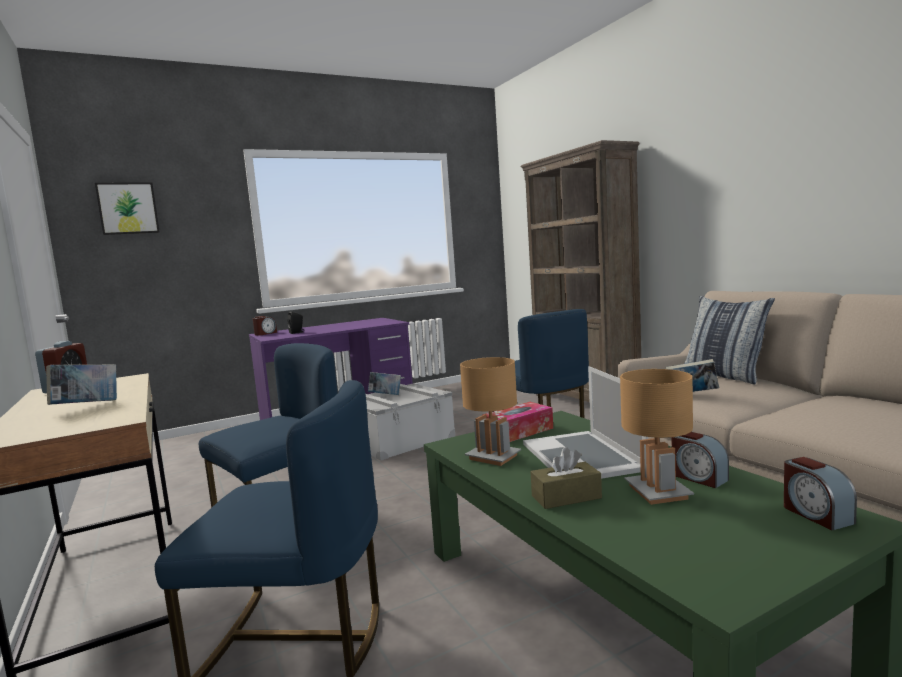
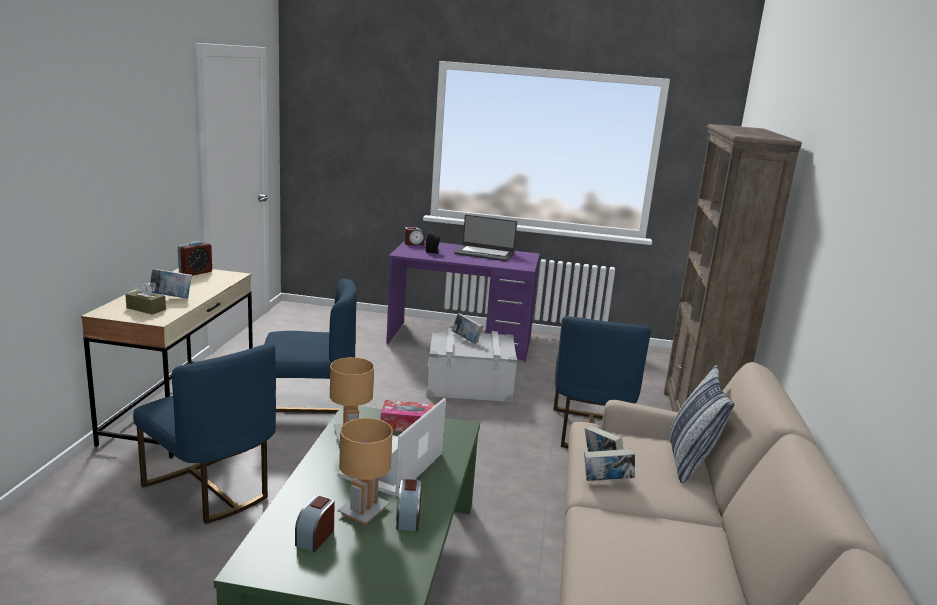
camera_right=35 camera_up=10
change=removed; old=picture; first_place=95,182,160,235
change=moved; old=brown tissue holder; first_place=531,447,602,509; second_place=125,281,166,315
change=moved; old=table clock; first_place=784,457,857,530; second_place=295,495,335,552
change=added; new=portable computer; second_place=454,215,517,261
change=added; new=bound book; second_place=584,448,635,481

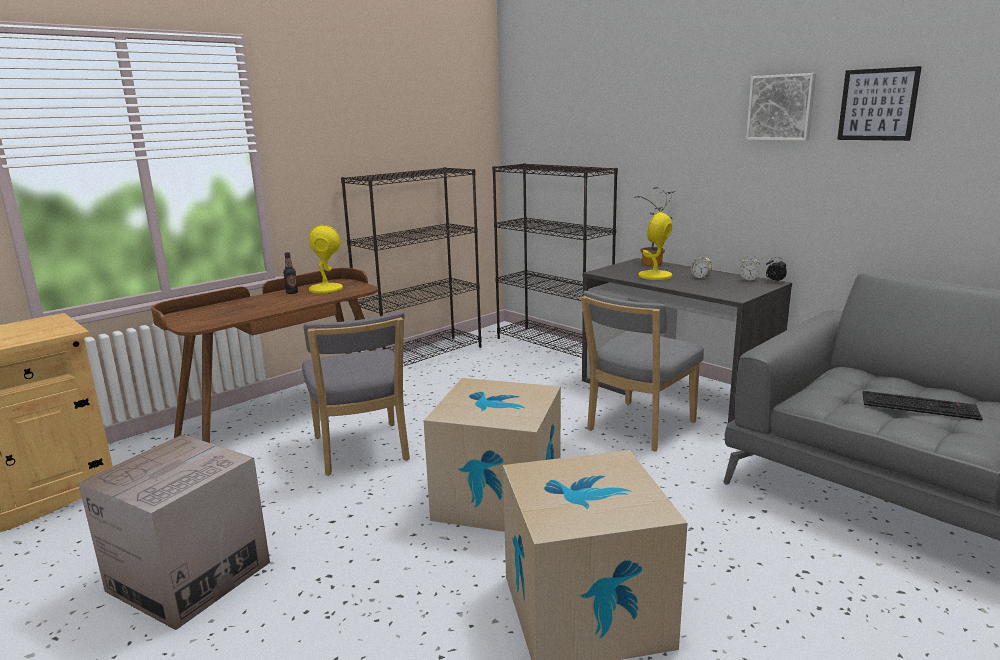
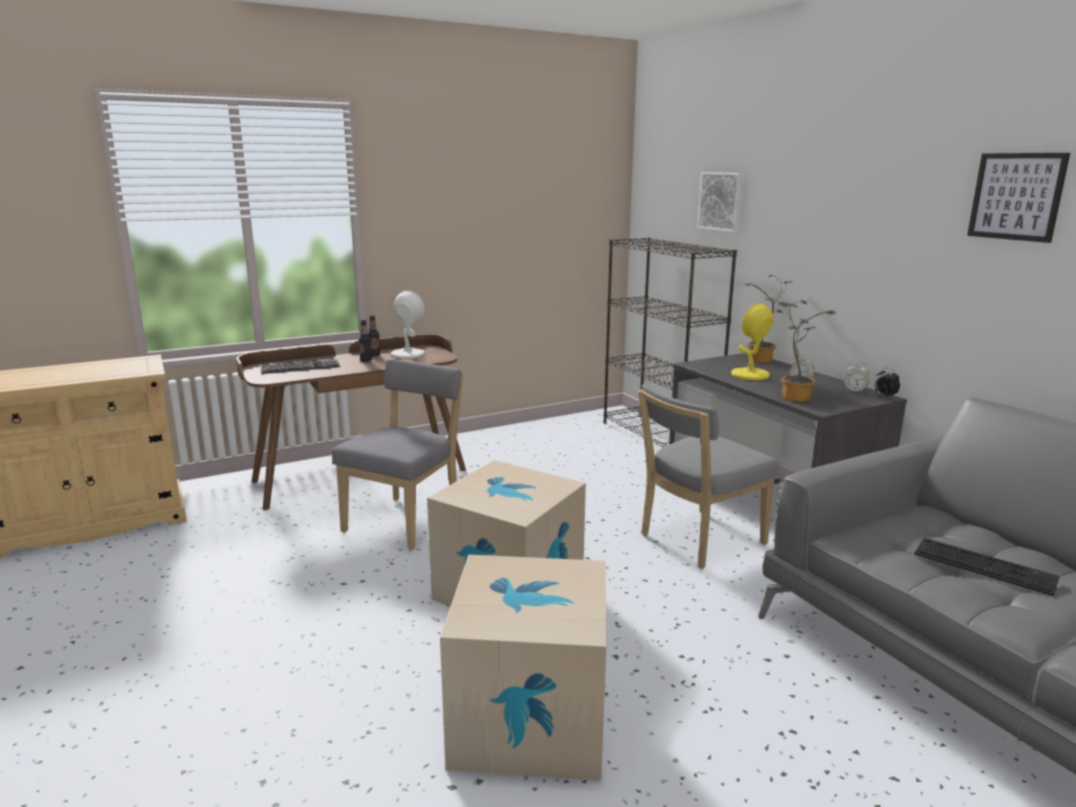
camera_right=15 camera_up=0
change=moved; old=picture; first_place=746,73,816,141; second_place=697,172,745,233
change=removed; old=black bookshelf; first_place=341,167,482,366
change=recoloured; old=yellow lamp for a table; new=white lamp for a table; first_place=309,225,343,294; second_place=391,290,424,359
change=turned; old=grey chair; first_place=302,312,410,475; second_place=332,359,463,550; degrees=-150
change=removed; old=packing box; first_place=78,434,270,630
change=added; new=potted plant; second_place=778,300,836,402
change=added; new=beverage bottle; second_place=359,319,372,362
change=added; new=computer keyboard; second_place=261,359,340,374

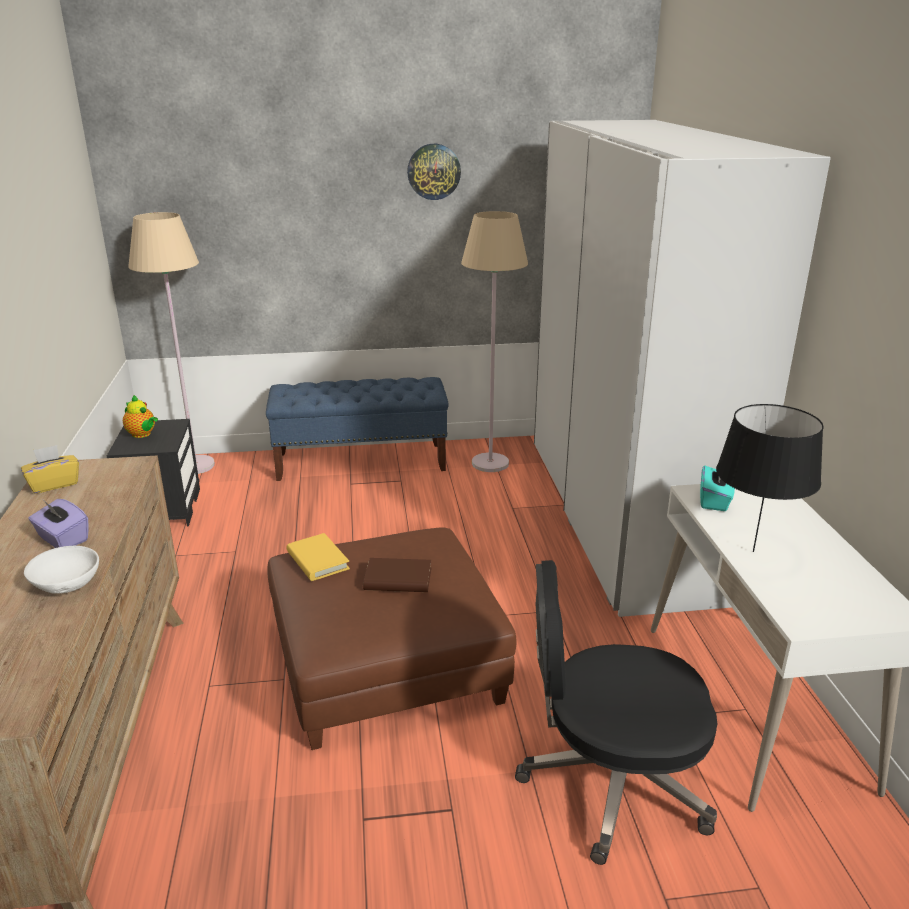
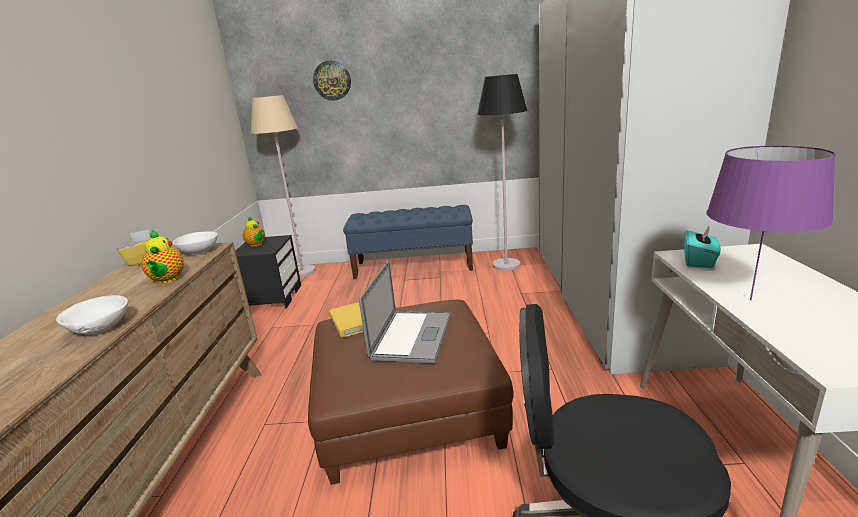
camera_right=10 camera_up=-5
change=moved; old=wall clock; first_place=407,144,461,200; second_place=313,61,351,101
change=recoloured; old=sand-coloured standard lamp; new=black standard lamp; first_place=461,211,528,472; second_place=478,74,527,271
change=recoloured; old=black lamp for a table; new=purple-coloured lamp for a table; first_place=716,404,824,552; second_place=706,146,836,300
change=removed; old=purple-coloured tissue holder; first_place=28,499,89,548
change=replaced; old=brown bound book; new=portable computer; first_place=363,558,431,592; second_place=359,260,451,363
change=added; new=pot for tea; second_place=141,230,184,284
change=added; new=white bowl; second_place=173,232,218,254

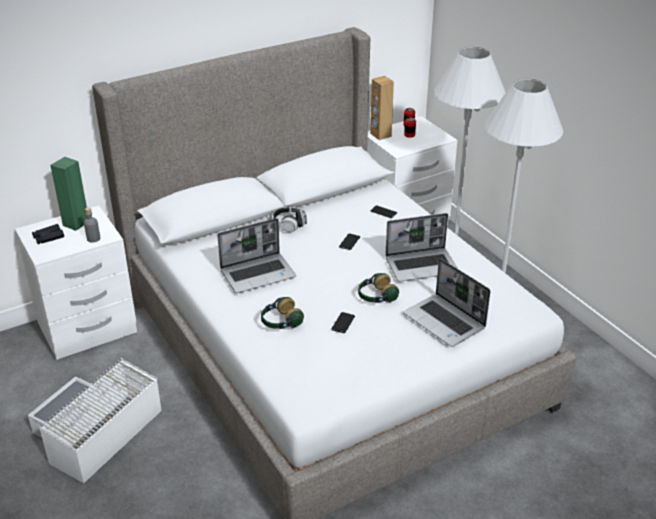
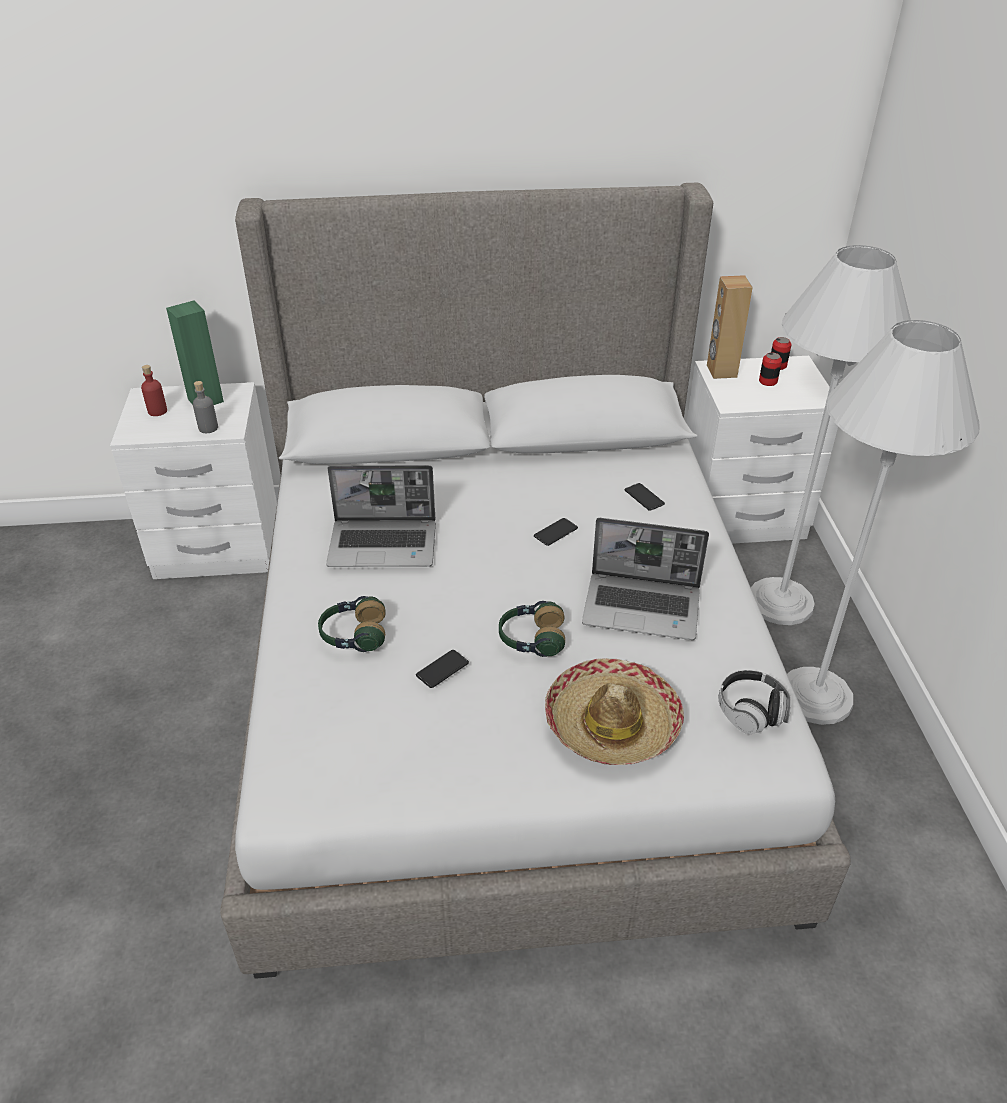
camera_right=25 camera_up=5
change=moved; old=headphones; first_place=272,207,307,232; second_place=718,670,791,734
change=replaced; old=black binoculars; new=reddish beverage bottle; first_place=32,224,64,244; second_place=141,365,167,416
change=replaced; old=portable computer; new=hat; first_place=403,258,491,347; second_place=545,658,684,765
change=removed; old=white storage container; first_place=28,358,162,483

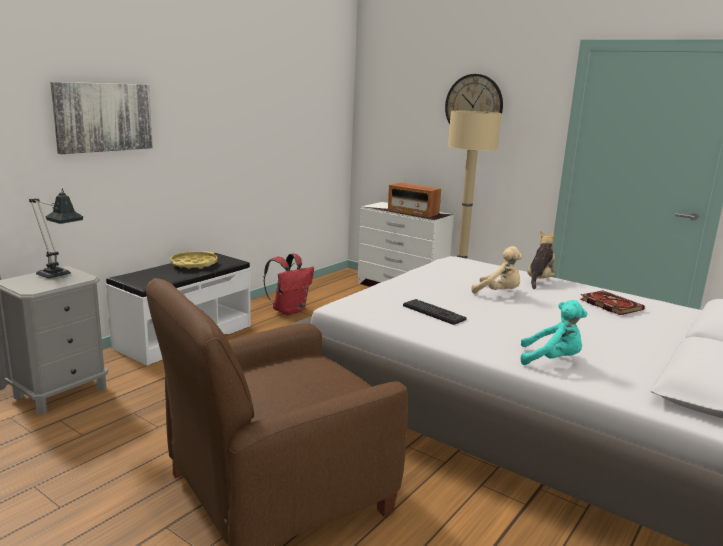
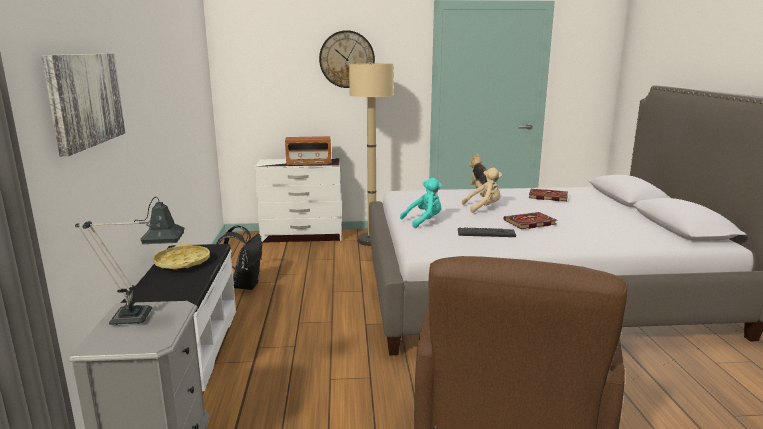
camera_right=-40 camera_up=0
change=recoloured; old=reddish rucksack; new=black rucksack; first_place=264,253,314,315; second_place=216,226,262,290
change=moved; old=turquoise-coloured plush toy; first_place=521,300,588,365; second_place=400,178,442,228
change=added; new=bound book; second_place=504,212,557,229

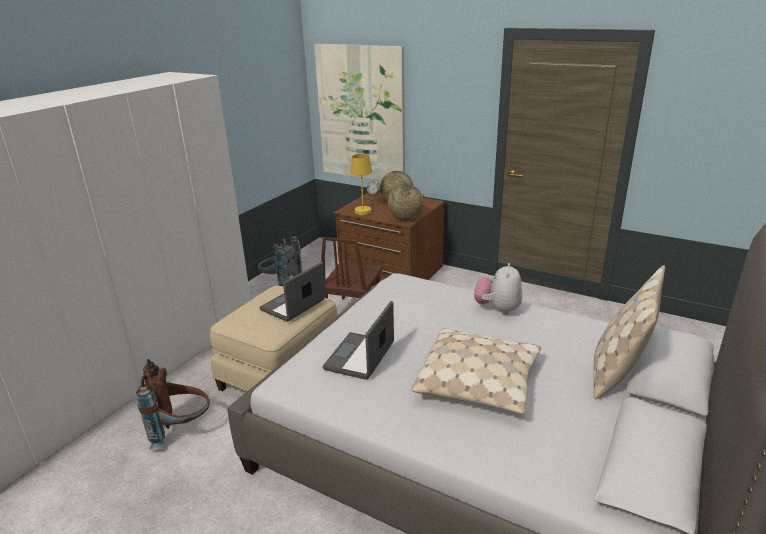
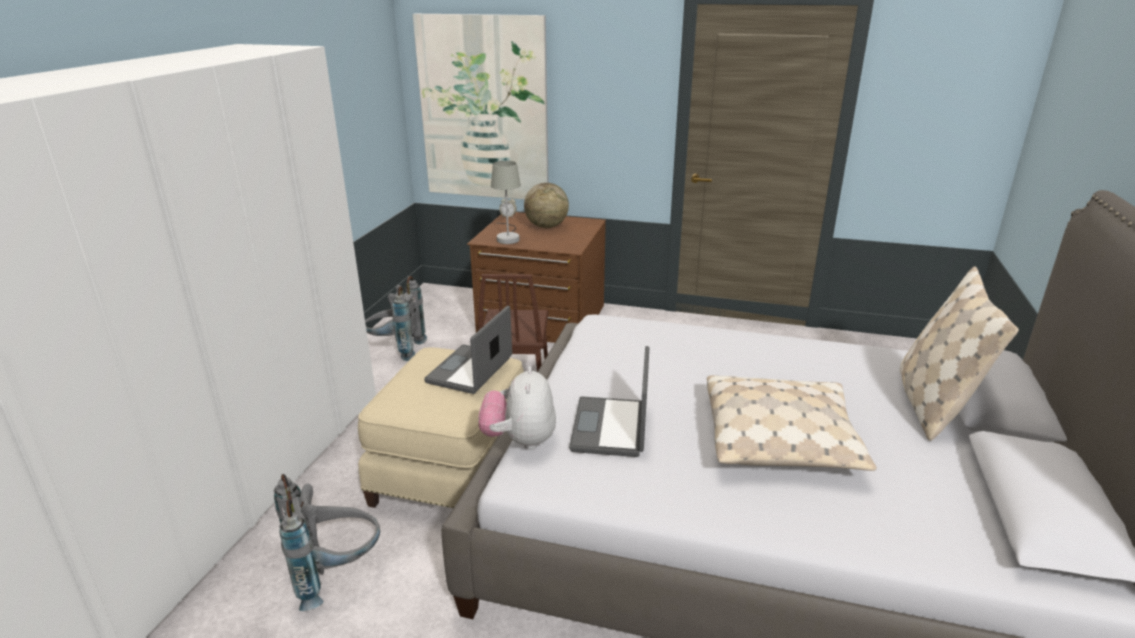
camera_right=-15 camera_up=0
change=recoloured; old=yellow lamp for a table; new=grey lamp for a table; first_place=350,154,374,215; second_place=491,161,521,244
change=removed; old=world globe; first_place=388,184,424,221
change=moved; old=plush toy; first_place=474,263,522,315; second_place=478,366,556,450
change=recoloured; old=brown rucksack; new=grey rucksack; first_place=136,359,210,450; second_place=273,474,380,611

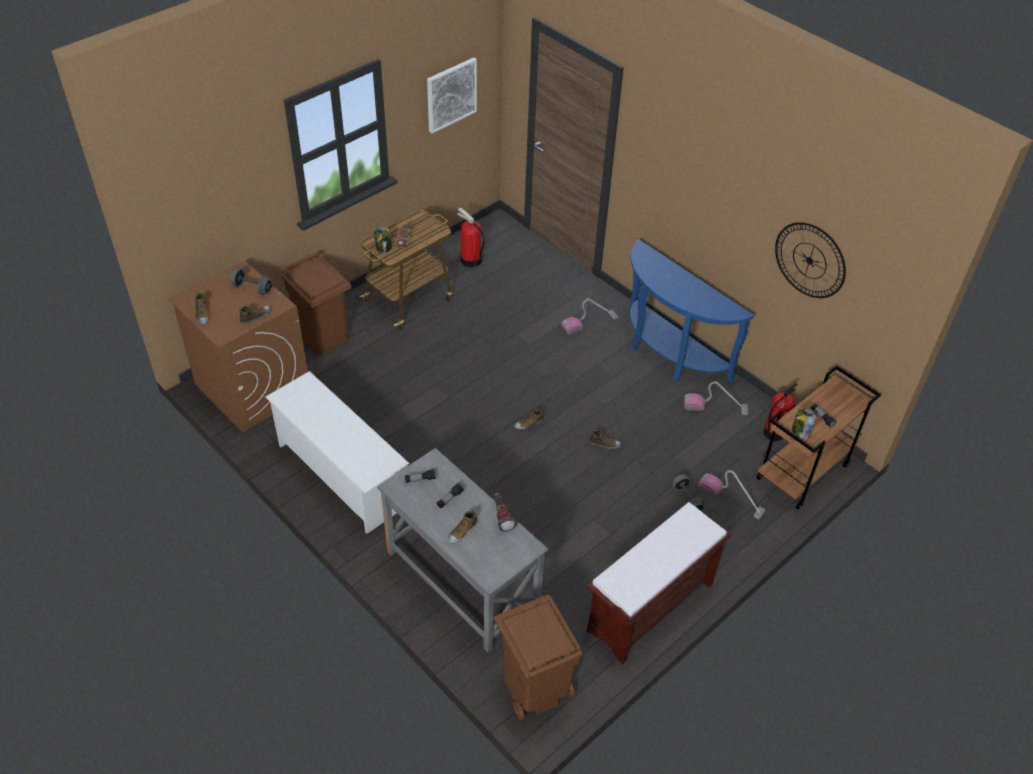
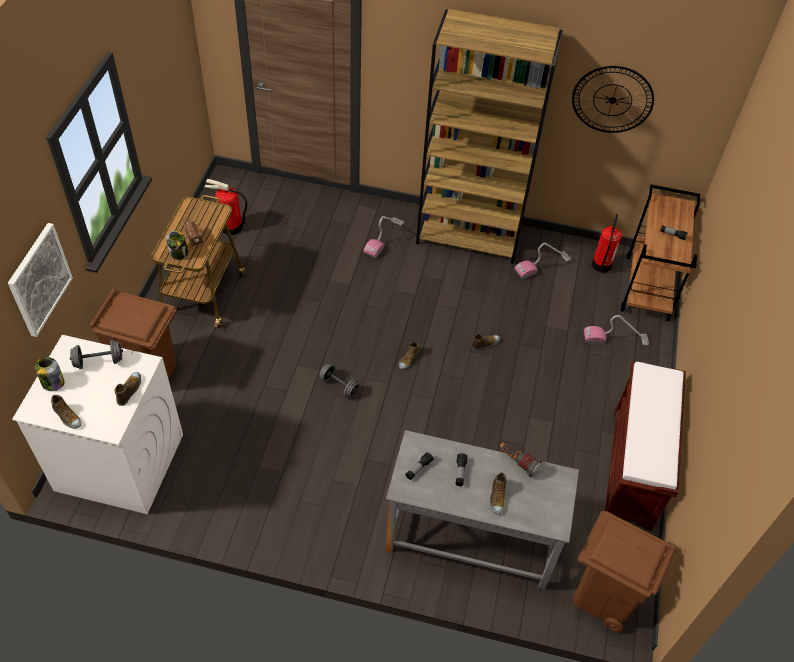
camera_right=-35 camera_up=5
change=moved; old=picture; first_place=427,57,477,133; second_place=8,223,73,337
change=replaced; old=bluish narrow table; new=brown bookshelf; first_place=628,239,754,384; second_place=416,9,563,264
change=recoloured; old=brown laundry machine; new=white laundry machine; first_place=168,261,308,433; second_place=12,335,183,514
change=removed; old=white shoe rack; first_place=266,371,410,534
change=moved; old=preserve jar; first_place=792,408,816,439; second_place=35,357,64,391
change=moved; old=grey dumbbell; first_place=673,474,704,511; second_place=319,364,359,397

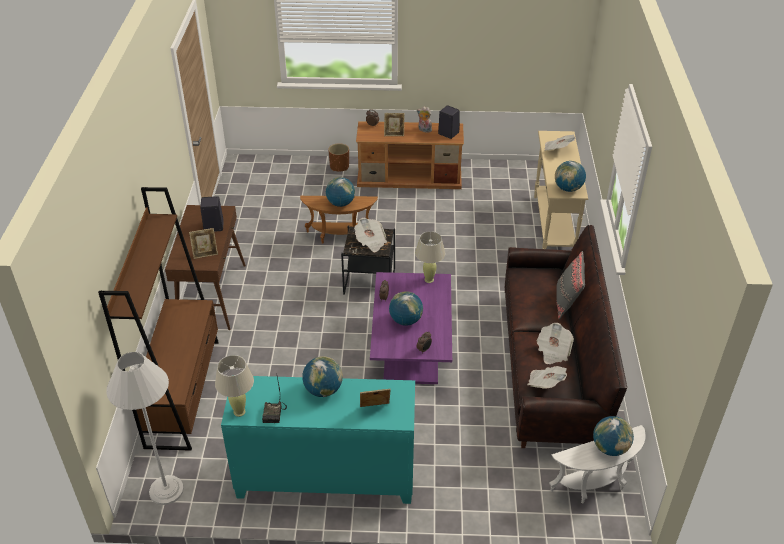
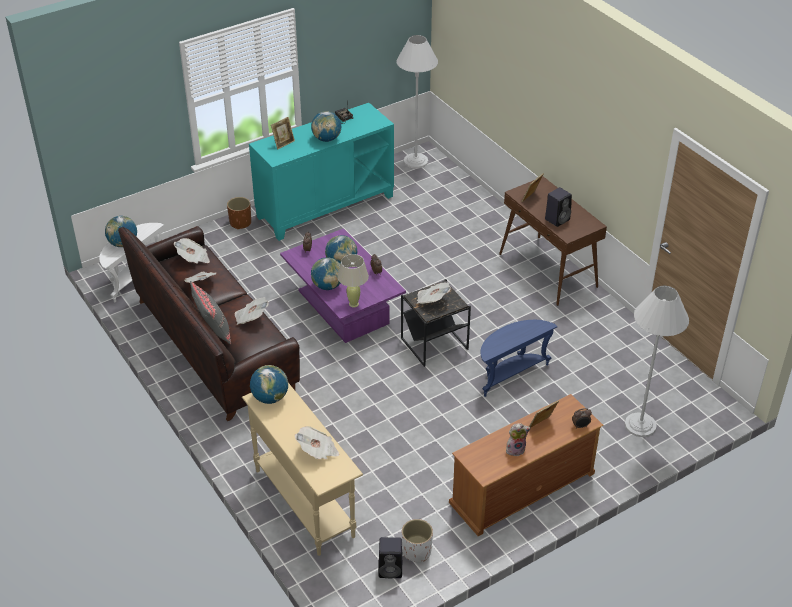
camera_right=145 camera_up=0
change=moved; old=black speaker; first_place=438,105,460,139; second_place=378,537,402,578
change=moved; old=brown planter; first_place=328,143,349,172; second_place=227,197,251,230
change=moved; old=world globe; first_place=326,177,355,207; second_place=311,257,340,290
change=removed; old=brown bookshelf; first_place=98,187,219,451
change=recoloured; old=brown end table; new=bluish end table; first_place=300,196,378,244; second_place=481,320,558,397
change=removed; old=sand-coloured lamp for a table; first_place=215,355,254,417
change=added; new=white standard lamp; second_place=624,286,689,437
change=added; new=daily paper; second_place=235,297,268,325
change=added; new=white planter; second_place=402,519,433,562

